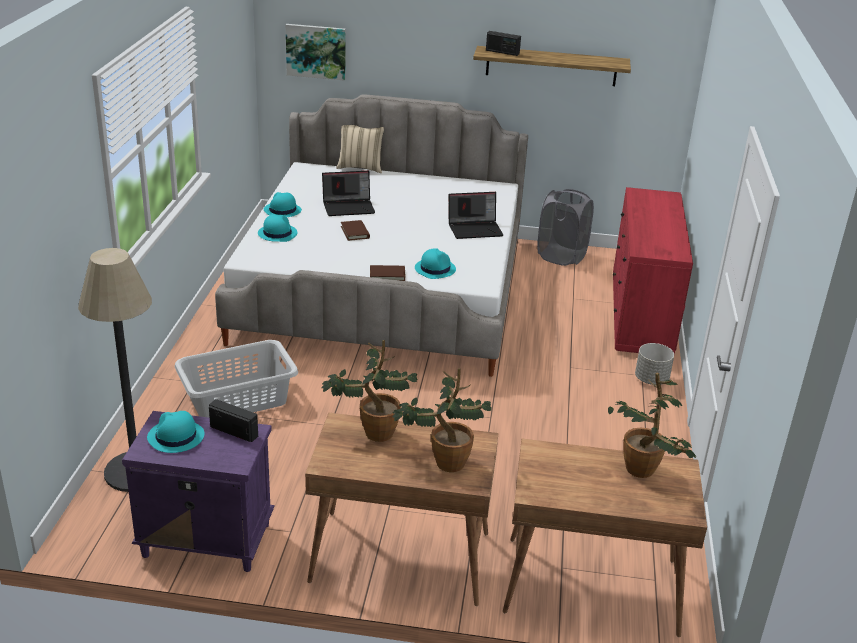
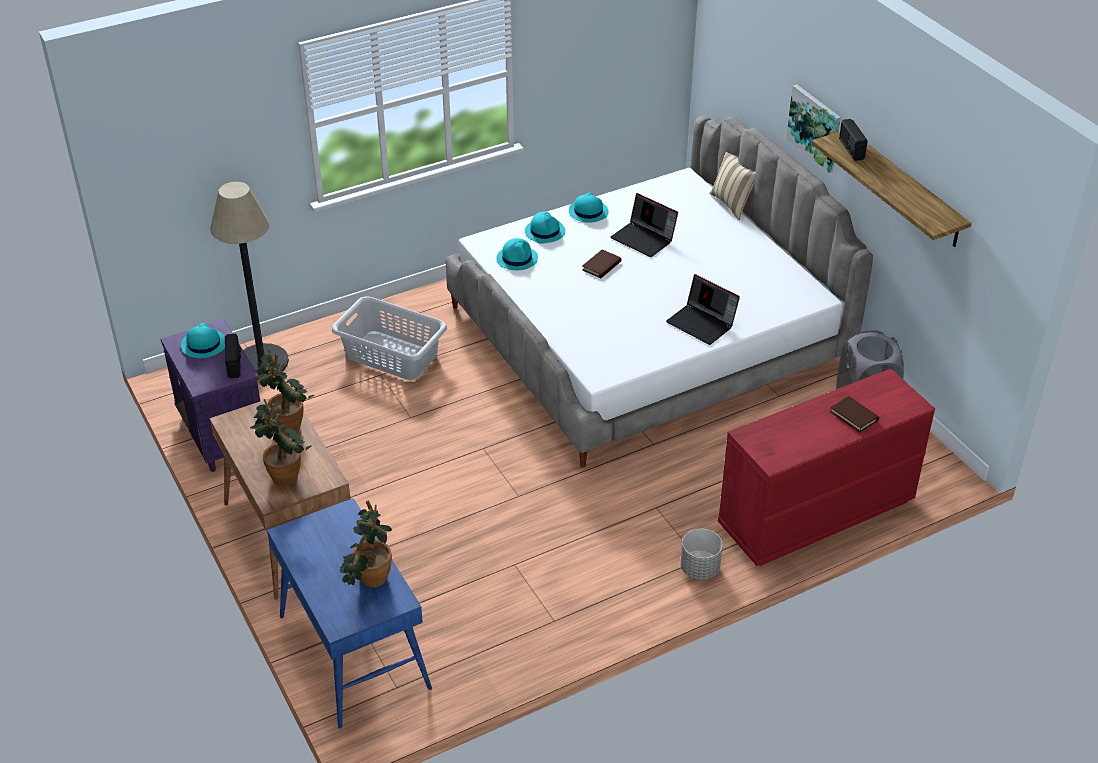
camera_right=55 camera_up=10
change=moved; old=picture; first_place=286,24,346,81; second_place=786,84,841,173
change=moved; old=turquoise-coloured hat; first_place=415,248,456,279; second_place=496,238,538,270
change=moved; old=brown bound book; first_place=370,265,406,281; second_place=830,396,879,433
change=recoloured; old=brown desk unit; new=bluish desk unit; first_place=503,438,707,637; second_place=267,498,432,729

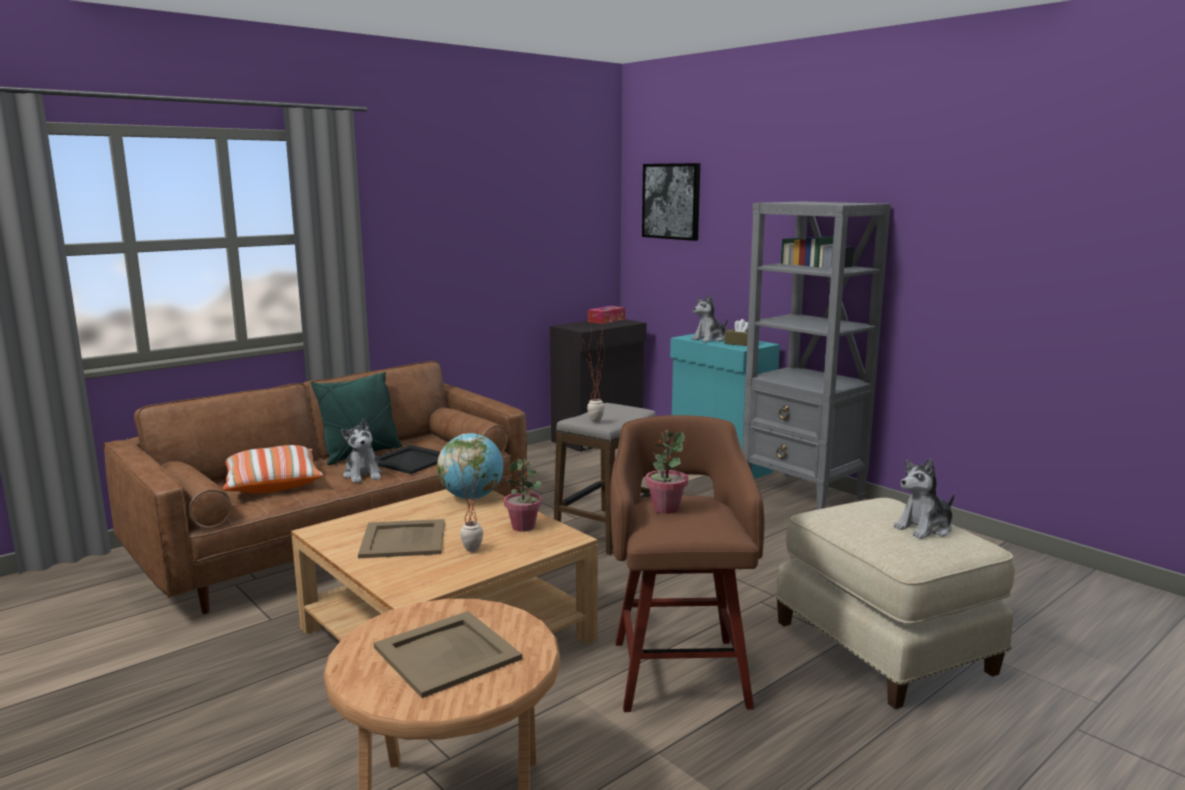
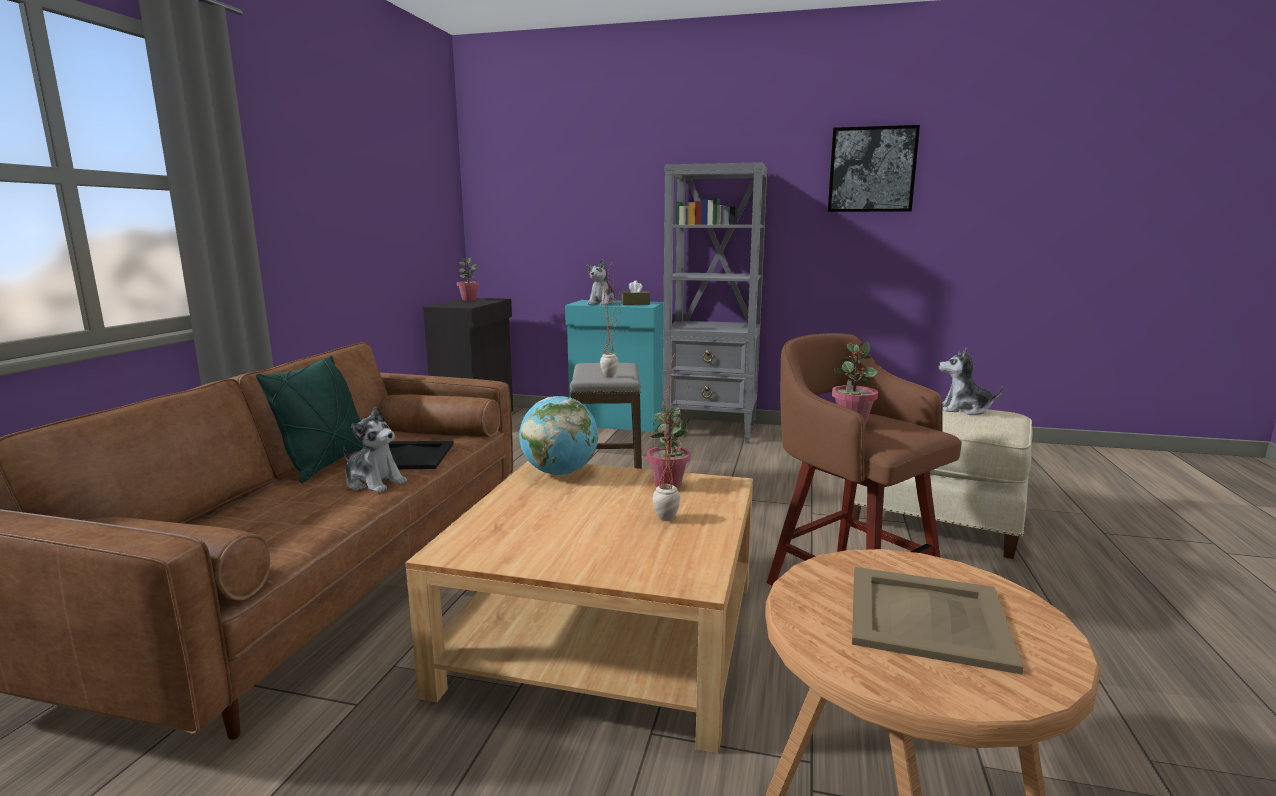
camera_right=-35 camera_up=0
change=moved; old=picture; first_place=642,163,700,241; second_place=828,125,920,212
change=replaced; old=tissue holder; new=potted plant; first_place=588,306,625,324; second_place=457,258,480,301
change=removed; old=pillow; first_place=222,445,323,493
change=turned; old=plush toy; first_place=893,458,955,539; second_place=939,348,1003,415; degrees=75
change=removed; old=sand-coloured carrying tray; first_place=358,519,445,558

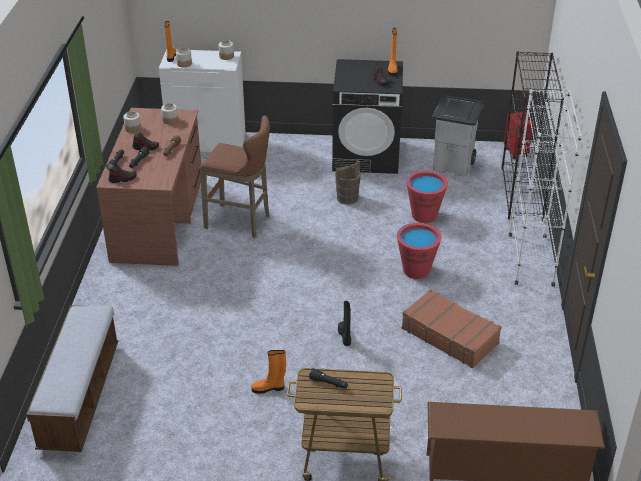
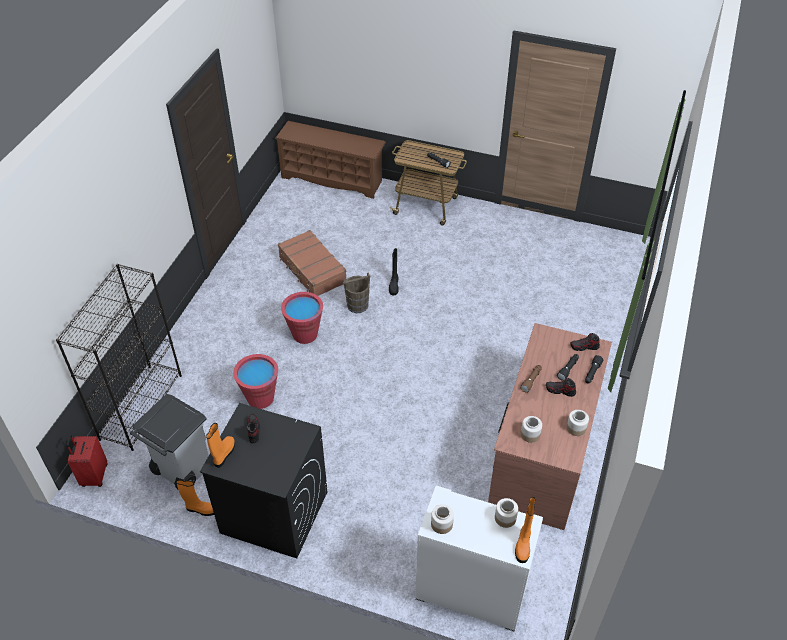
camera_right=-165 camera_up=10
change=removed; old=white bookshelf; first_place=509,89,582,287
change=removed; old=brown sitting stool; first_place=200,115,270,238
change=moved; old=brown water bucket; first_place=335,160,361,204; second_place=343,273,371,313
change=removed; old=indoor bench; first_place=26,305,118,452
change=moved; old=orangey boot; first_place=251,350,286,394; second_place=176,480,214,516

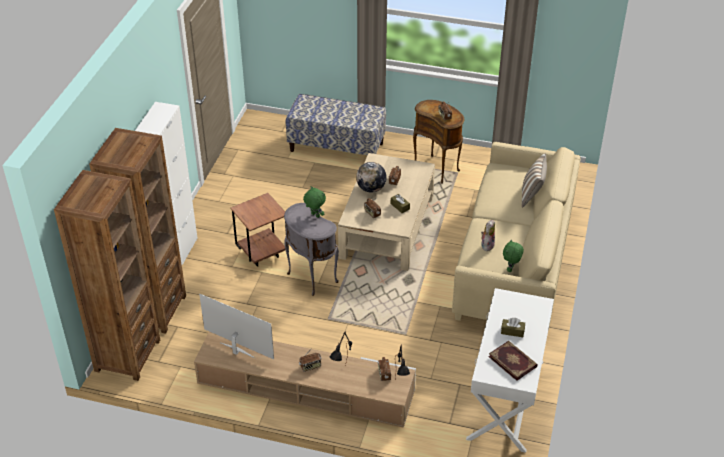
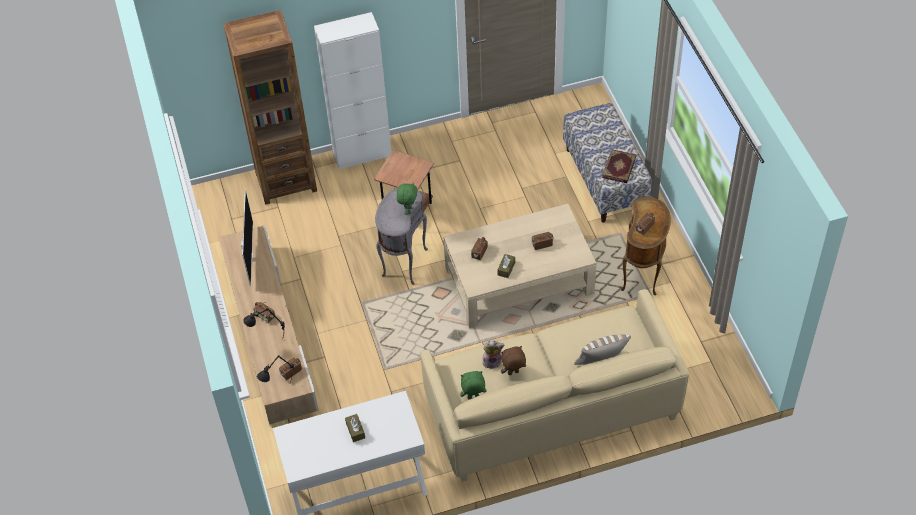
camera_right=60 camera_up=10
change=removed; old=world globe; first_place=356,162,387,193
change=removed; old=brown bookshelf; first_place=54,170,160,381
change=moved; old=bound book; first_place=489,341,538,381; second_place=602,149,636,183
change=added; new=brown plush toy; second_place=501,346,526,375

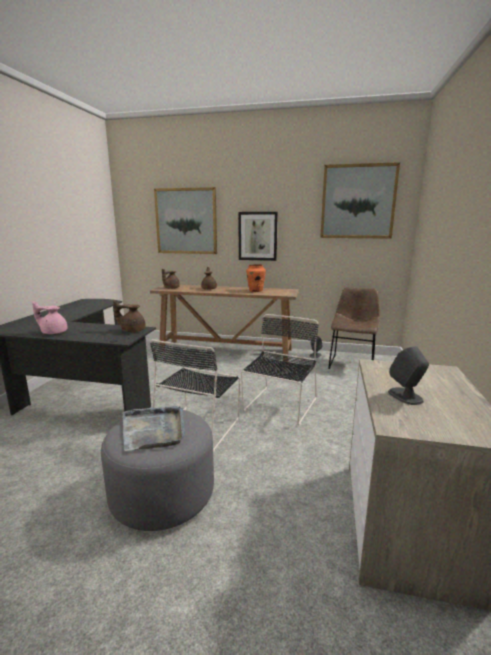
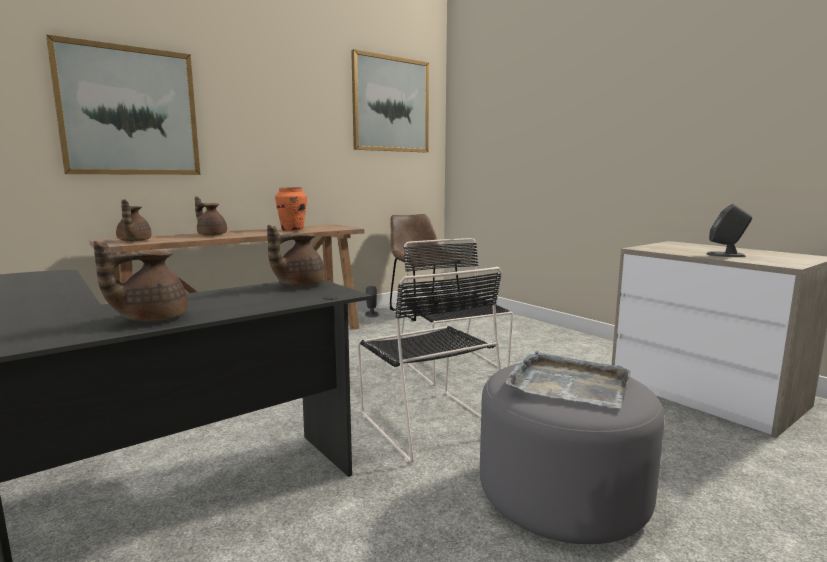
camera_right=-50 camera_up=-5
change=removed; old=picture; first_place=238,212,278,261
change=recoloured; old=pink-coloured pot for tea; new=brown pot for tea; first_place=32,301,68,334; second_place=93,241,188,322

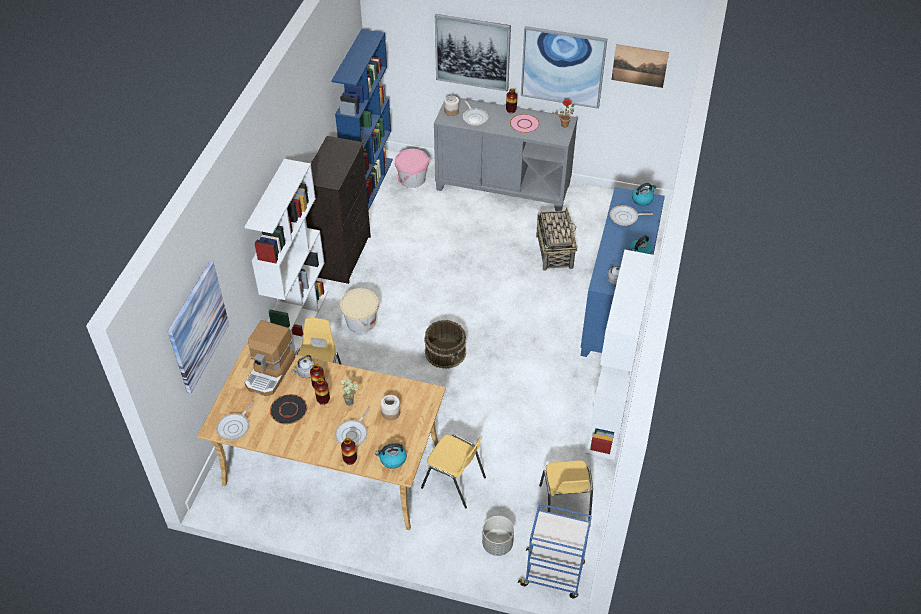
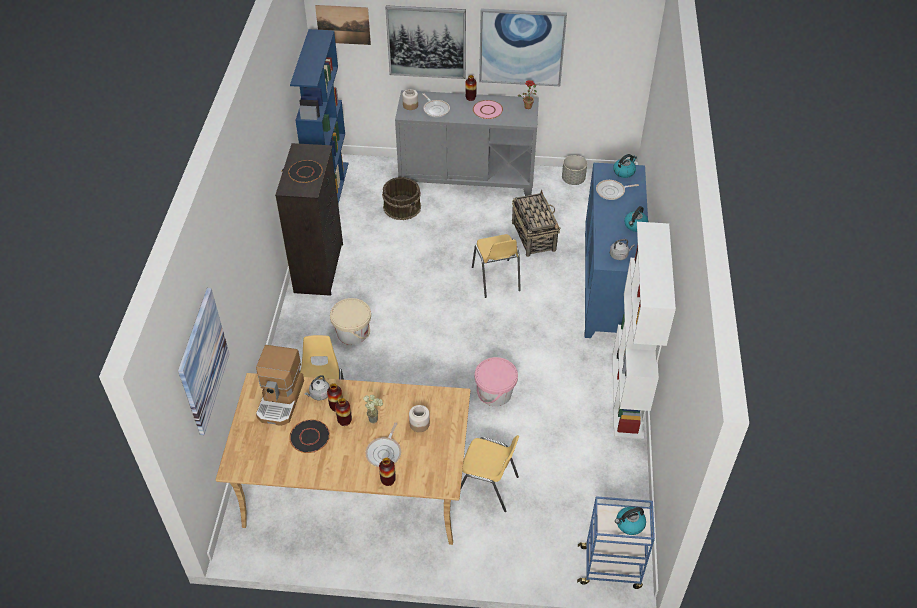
camera_right=-10 camera_up=0
change=moved; old=picture; first_place=611,44,669,88; second_place=315,5,371,45
change=moved; old=pink-coloured water bucket; first_place=395,149,429,188; second_place=475,357,518,406
change=removed; old=white bookshelf; first_place=245,159,328,354
change=moved; old=brown water bucket; first_place=424,320,466,369; second_place=382,177,421,220
change=removed; old=pan; first_place=216,402,254,441
change=moved; old=tea kettle; first_place=375,443,407,469; second_place=615,507,646,535
change=moved; old=yellow chair; first_place=539,460,593,526; second_place=472,234,521,298
change=moved; old=grey planter; first_place=482,516,514,556; second_place=562,155,587,185
change=added; new=black plate; second_place=288,160,323,183

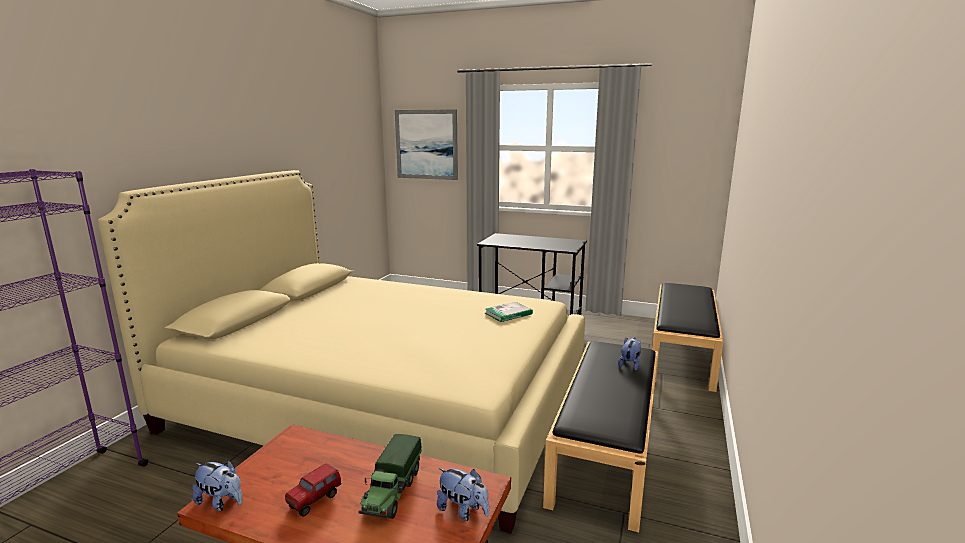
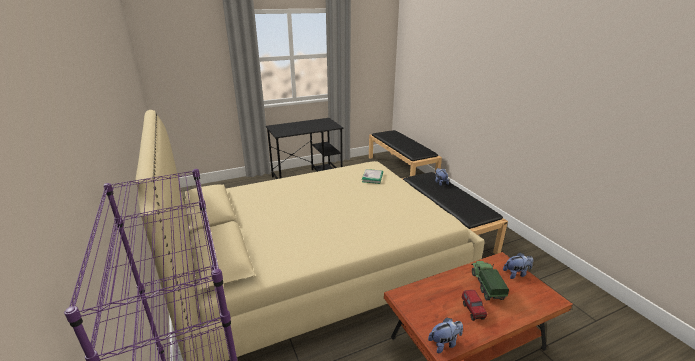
camera_right=-45 camera_up=10
change=removed; old=picture; first_place=395,110,458,180
change=turned; old=toy truck; first_place=358,434,422,519; second_place=471,261,509,300; degrees=-150

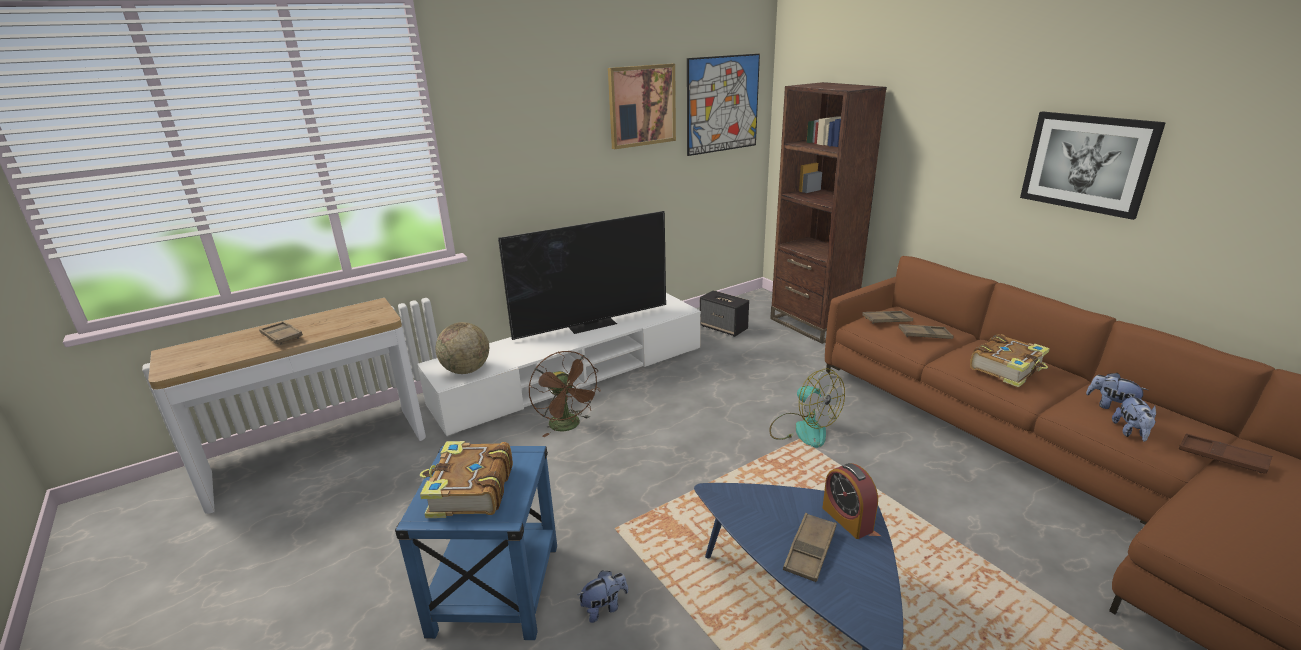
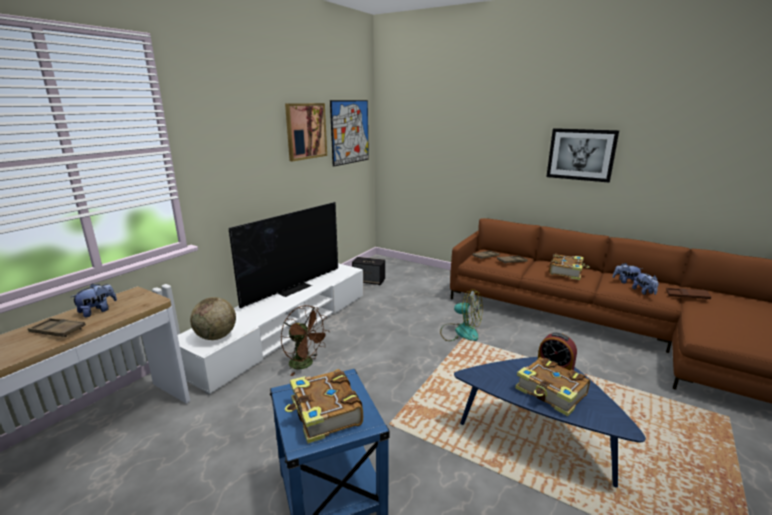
camera_right=-25 camera_up=-5
change=removed; old=brown bookshelf; first_place=770,82,887,344
change=replaced; old=brown carrying tray; new=bound book; first_place=783,513,837,582; second_place=515,357,590,416
change=moved; old=plush toy; first_place=578,570,628,623; second_place=71,284,117,317

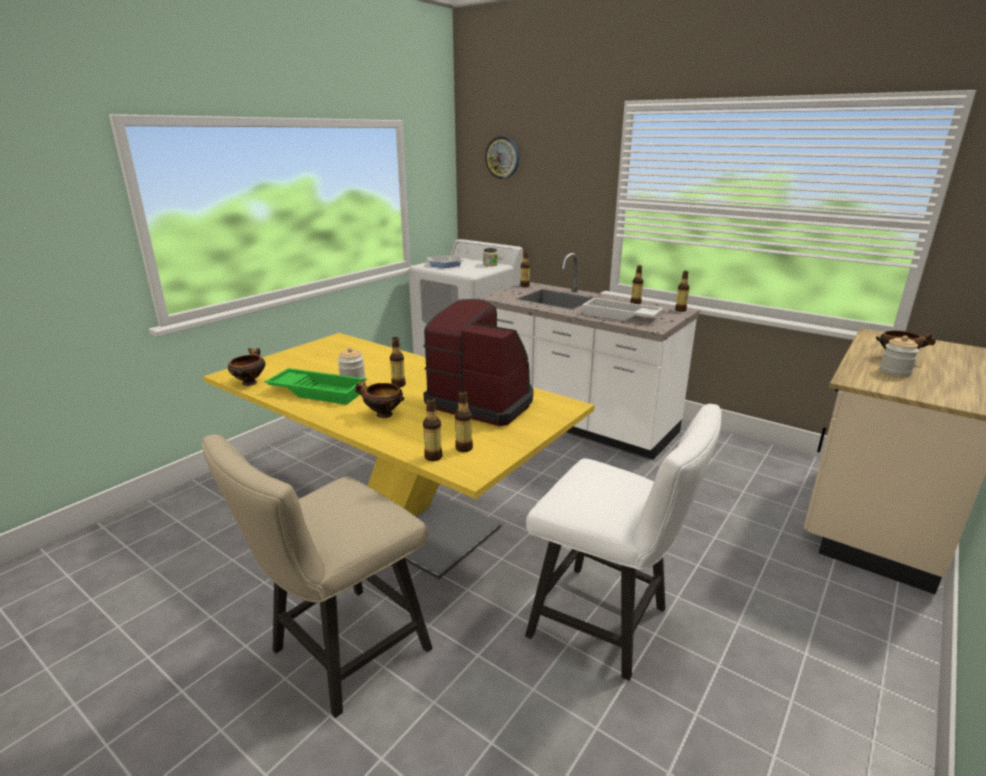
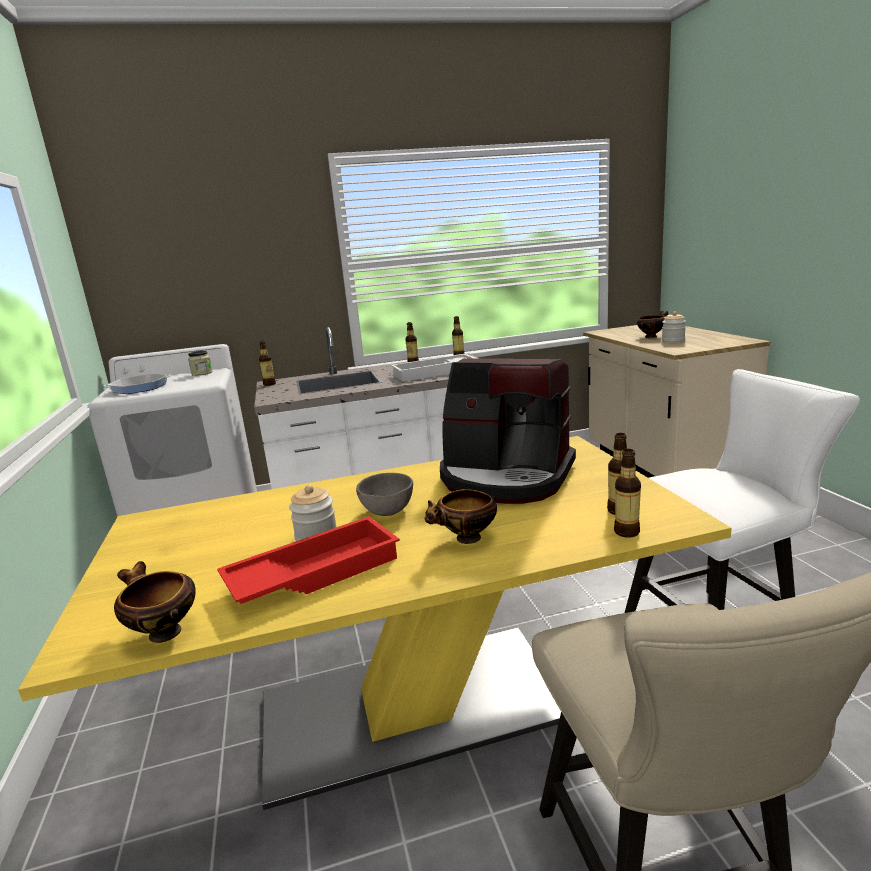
camera_right=-50 camera_up=-5
change=removed; old=wall clock; first_place=485,136,519,179
change=turned; old=coffee machine; first_place=423,299,534,426; second_place=440,358,576,504; degrees=-135
change=replaced; old=beverage bottle; new=grey bowl; first_place=390,337,406,387; second_place=356,473,413,516
change=recoloured; old=green-coloured carrying tray; new=reddish carrying tray; first_place=264,368,367,405; second_place=217,516,400,604

